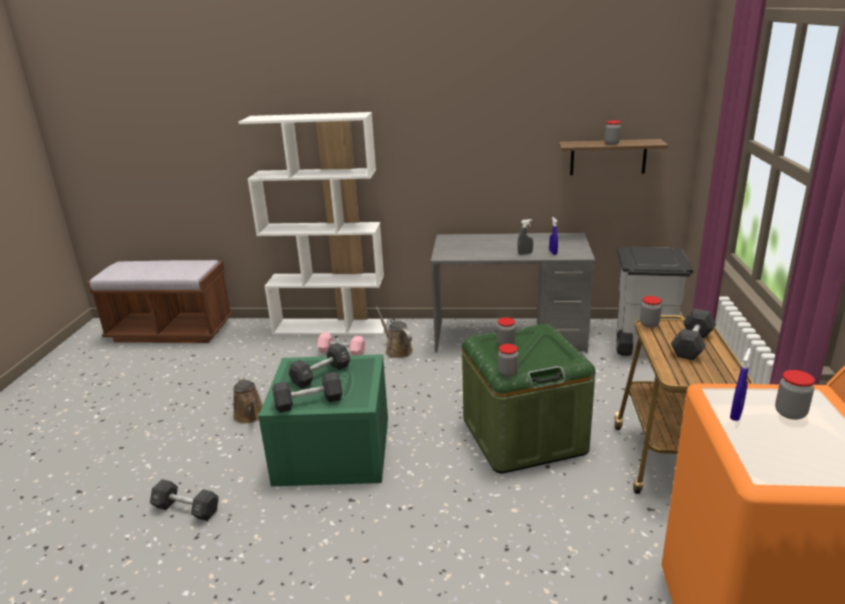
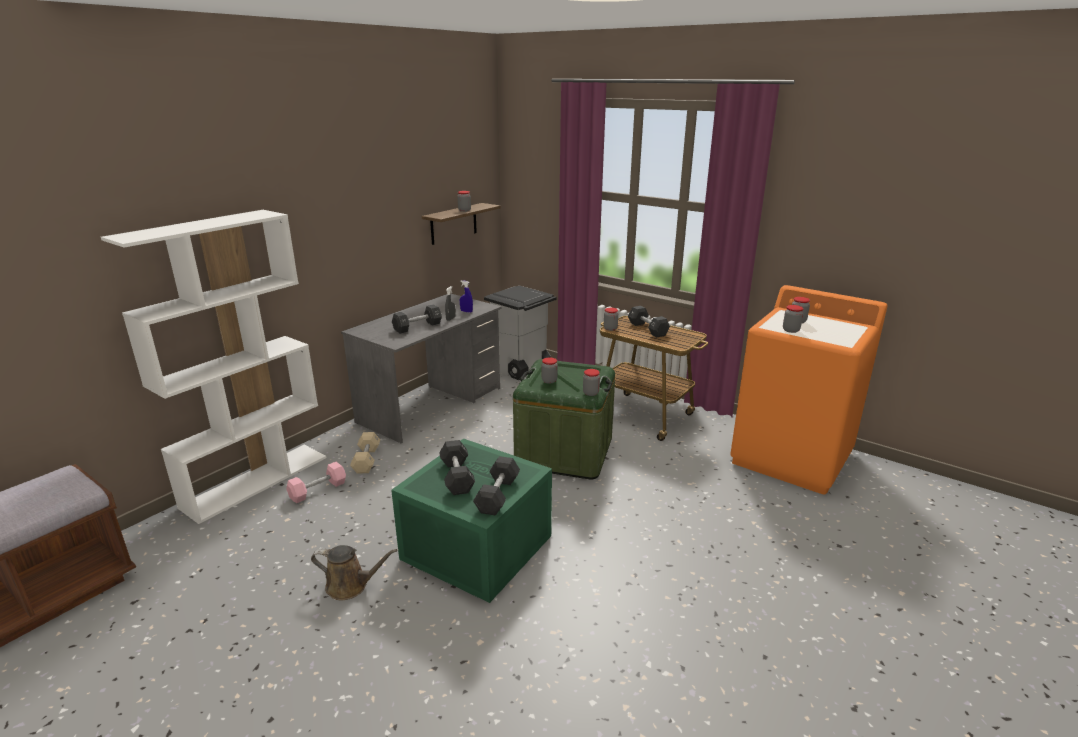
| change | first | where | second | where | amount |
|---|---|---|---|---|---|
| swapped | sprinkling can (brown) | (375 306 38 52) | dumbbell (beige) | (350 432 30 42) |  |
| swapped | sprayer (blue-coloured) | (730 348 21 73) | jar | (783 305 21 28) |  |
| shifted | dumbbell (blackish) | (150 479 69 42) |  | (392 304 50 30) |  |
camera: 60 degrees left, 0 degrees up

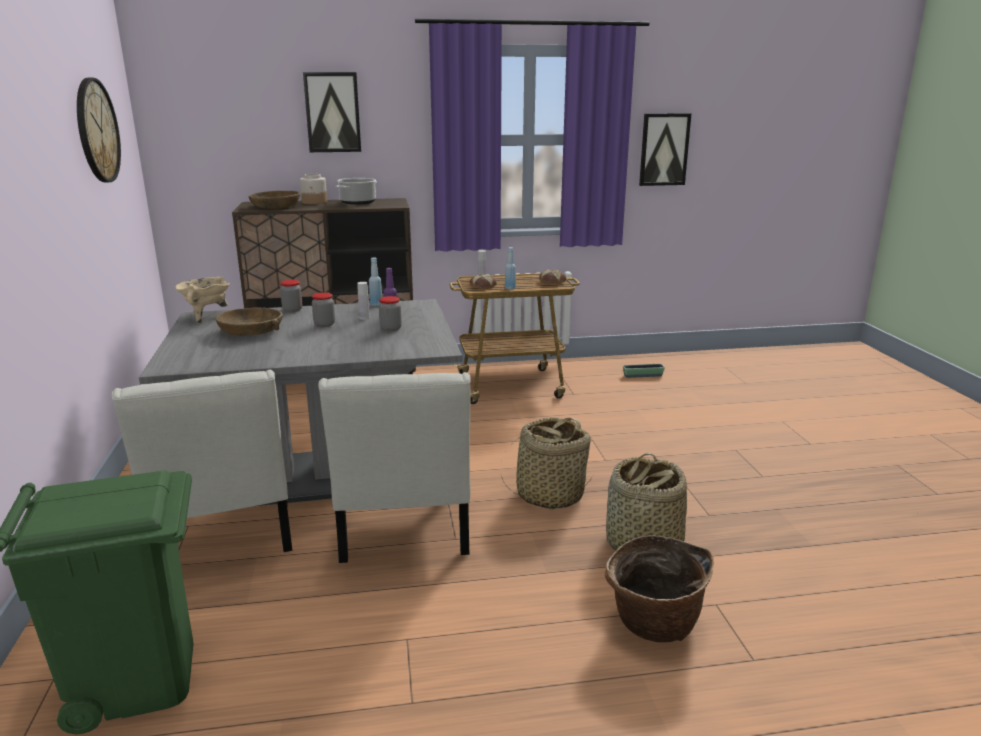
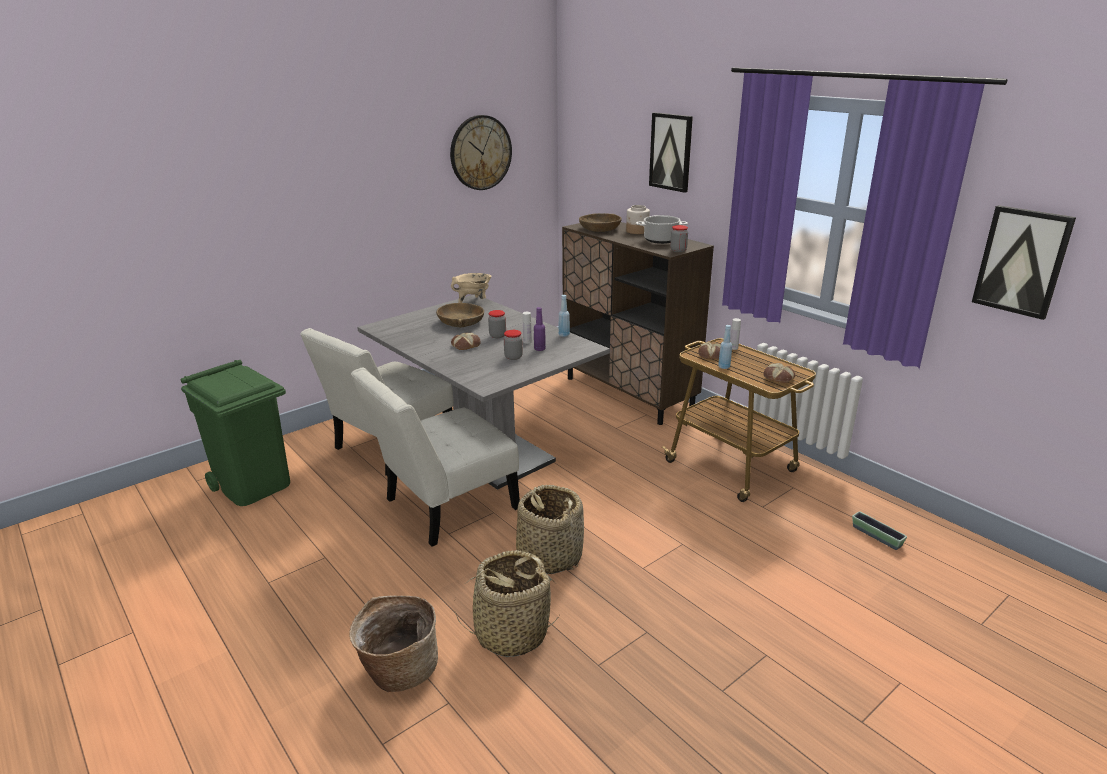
| change | first | where | second | where | amount |
|---|---|---|---|---|---|
| shifted | jar | (280 280 22 32) |  | (670 225 18 27) |  |
| new |  |  | bakery bread | (451 333 30 17) |  |
camera: 60 degrees right, 5 degrees up

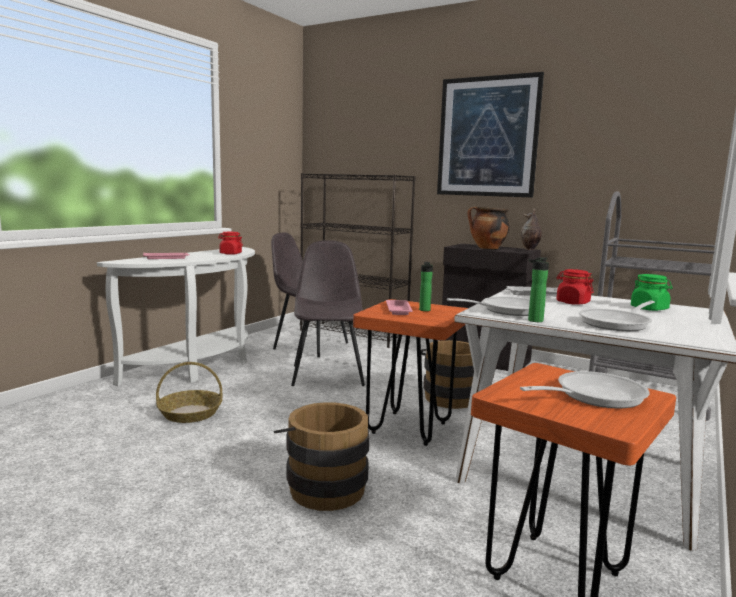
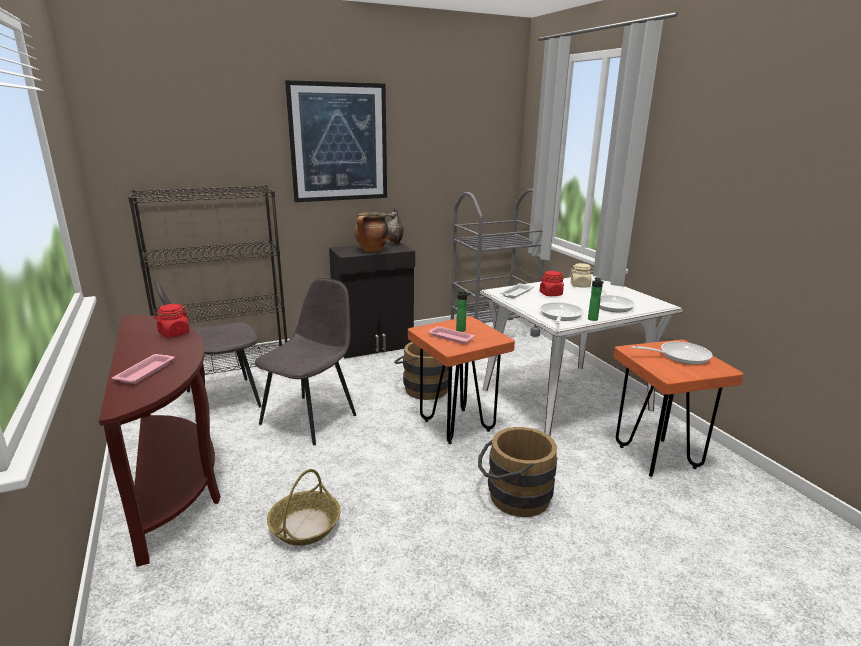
| change | first | where | second | where | amount |
|---|---|---|---|---|---|
| rotated | plain chair (gray) | (291 240 74 146) |  | (255 278 101 167) | 90 degrees clockwise |
| repainted | narrow table (white-coloured) | (97 247 158 139) | narrow table (brown) | (99 315 122 252) |  |
| repainted | jar (green) | (631 274 41 37) | jar (beige) | (569 263 26 24) |  |
| rotated | pan | (520 371 130 38) |  | (631 341 82 24) | 75 degrees clockwise |
camera: 55 degrees left, 10 degrees up

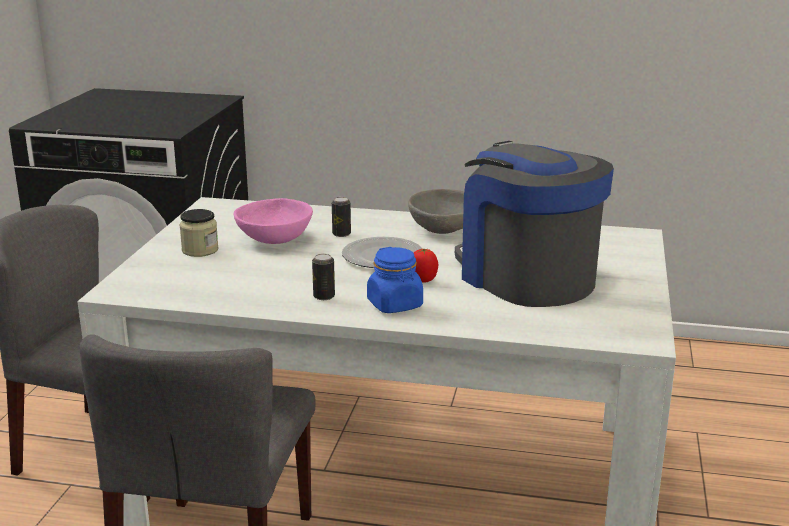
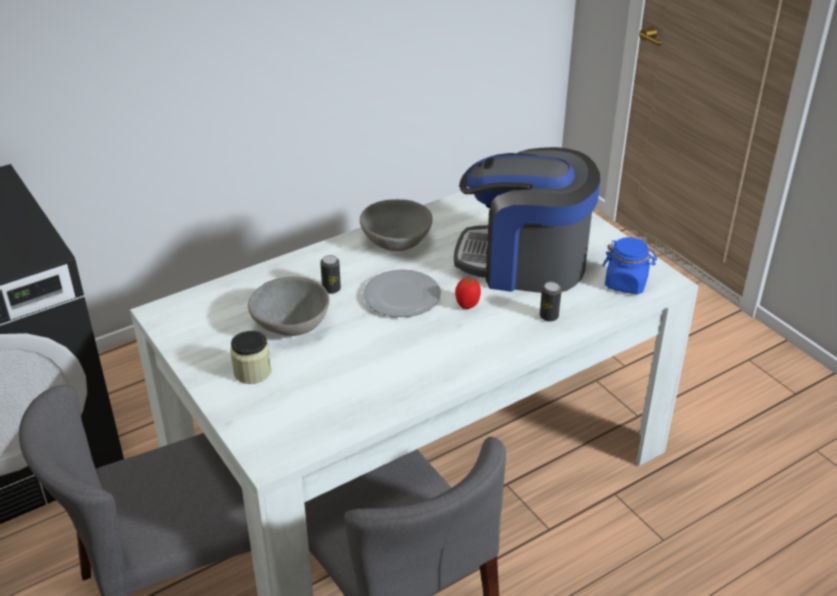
| change | first | where | second | where | amount |
|---|---|---|---|---|---|
| repainted | bowl (pink-coloured) | (234 198 79 46) | bowl (gray) | (248 276 82 60) |  |
| shifted | jar (blue-coloured) | (367 247 56 66) |  | (603 237 54 57) |  |
| shifted | can | (312 254 23 46) |  | (540 282 22 40) |  |
camera: 45 degrees left, 15 degrees up

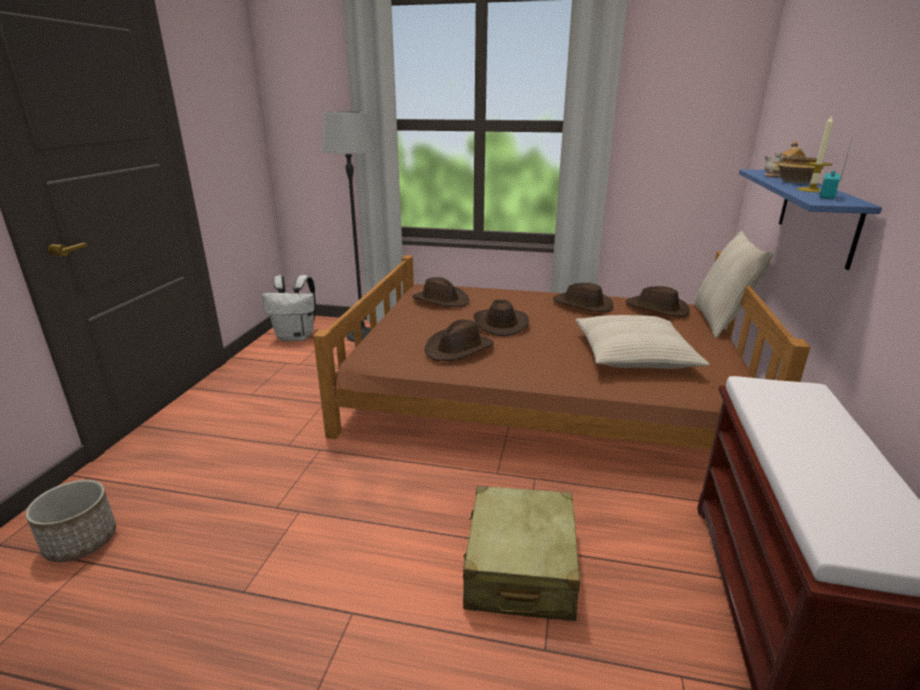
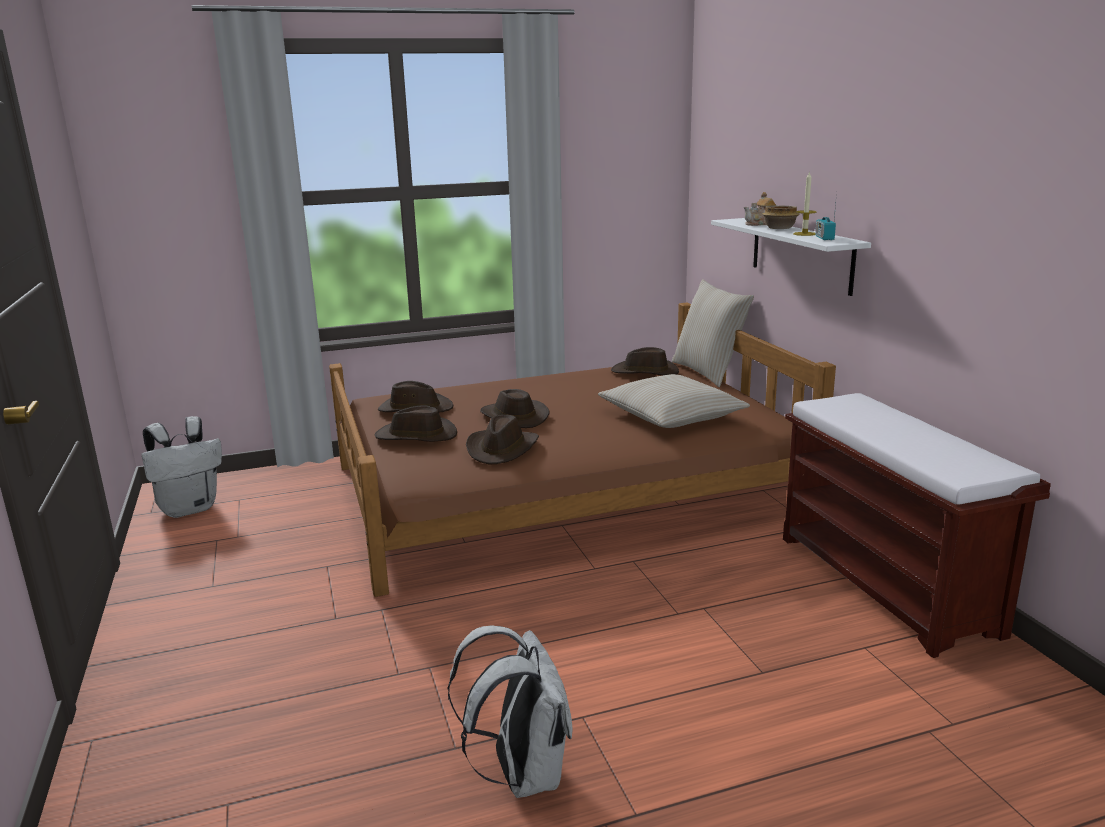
| change | first | where | second | where | amount |
|---|---|---|---|---|---|
| gone | standing lamp | (322 111 52 231) |  |  |  |
| repainted | bracket shelf (blue-coloured) | (739 169 143 101) | bracket shelf (white-coloured) | (711 218 160 78) |  |
| shifted | hat (brown) | (553 283 61 29) |  | (375 405 82 37) |  |
| gone | flower pot | (25 480 91 82) |  |  |  |
| gone | suitcase (beige) | (463 486 118 135) |  |  |  |
| new |  |  | rucksack (white-coloured) | (448 625 124 173) |  |
camera: 30 degrees left, 5 degrees down

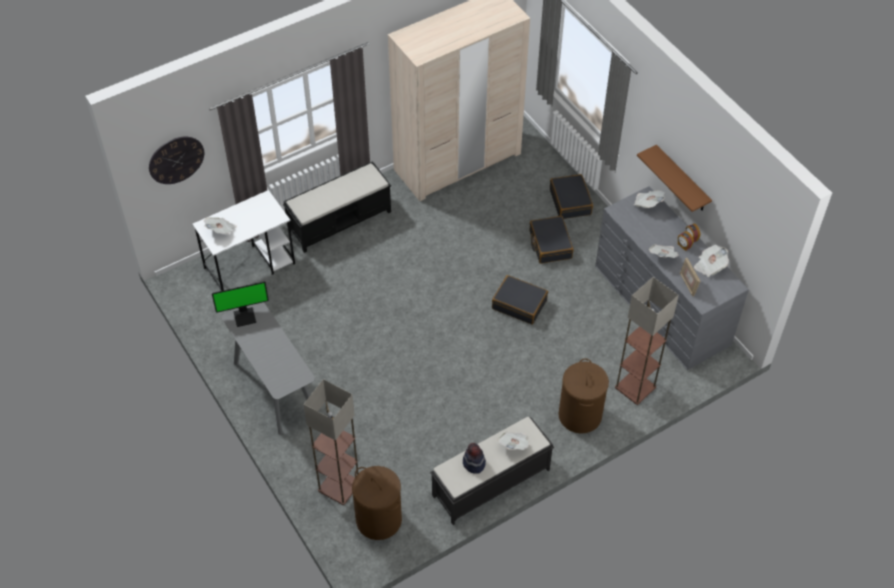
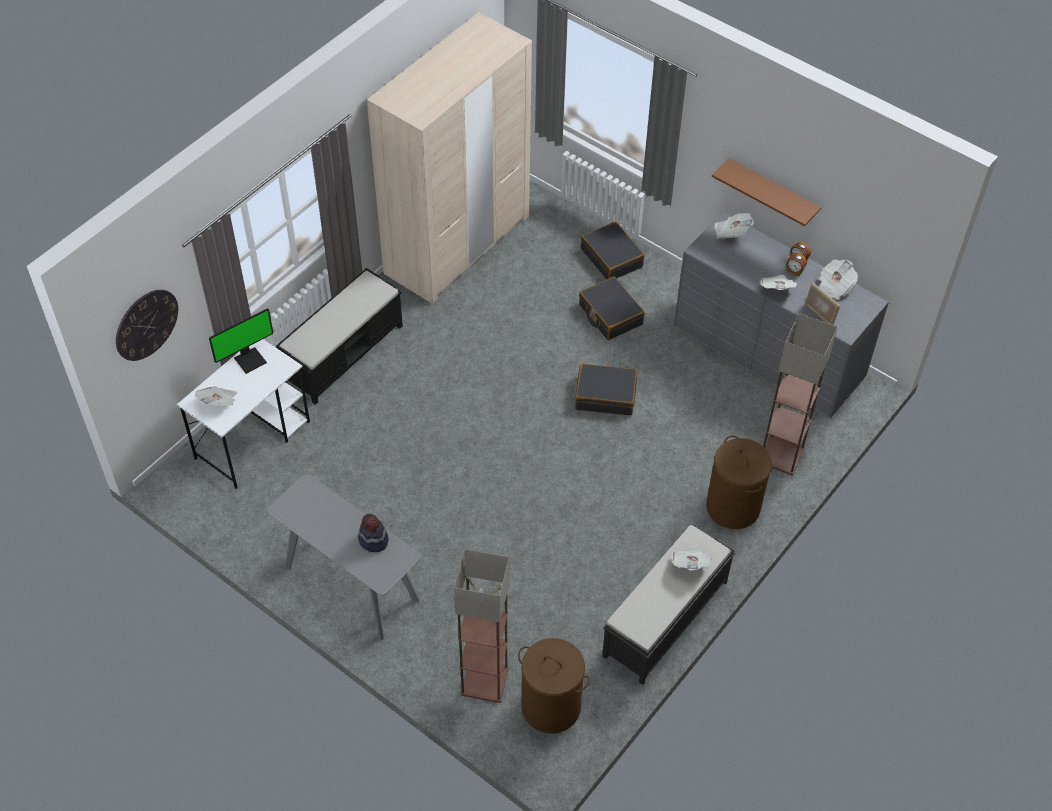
| change | first | where | second | where | amount |
|---|---|---|---|---|---|
| shifted | monitor | (212 282 57 45) |  | (209 309 64 65) |  |
| shifted | hat | (463 443 23 31) |  | (358 514 30 38) |  |
camera: 20 degrees left, 0 degrees up

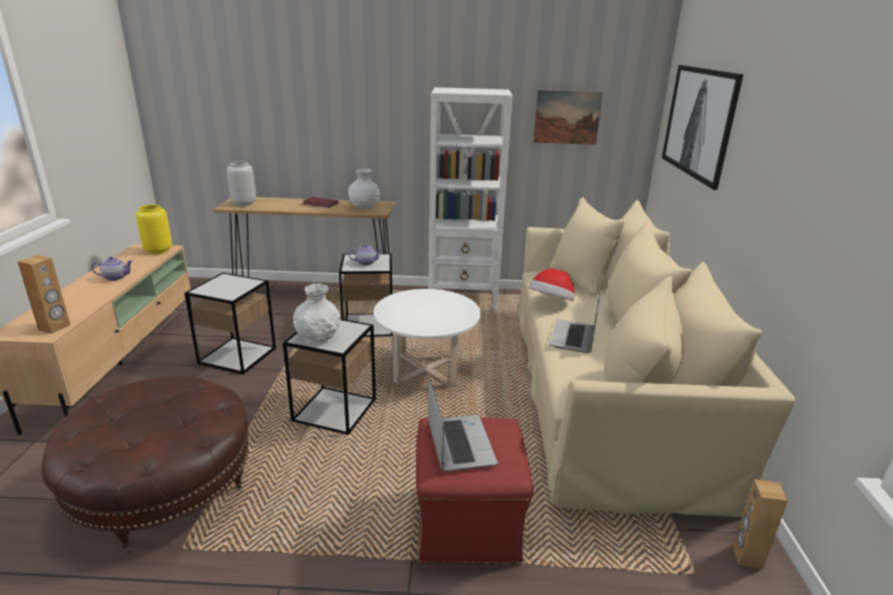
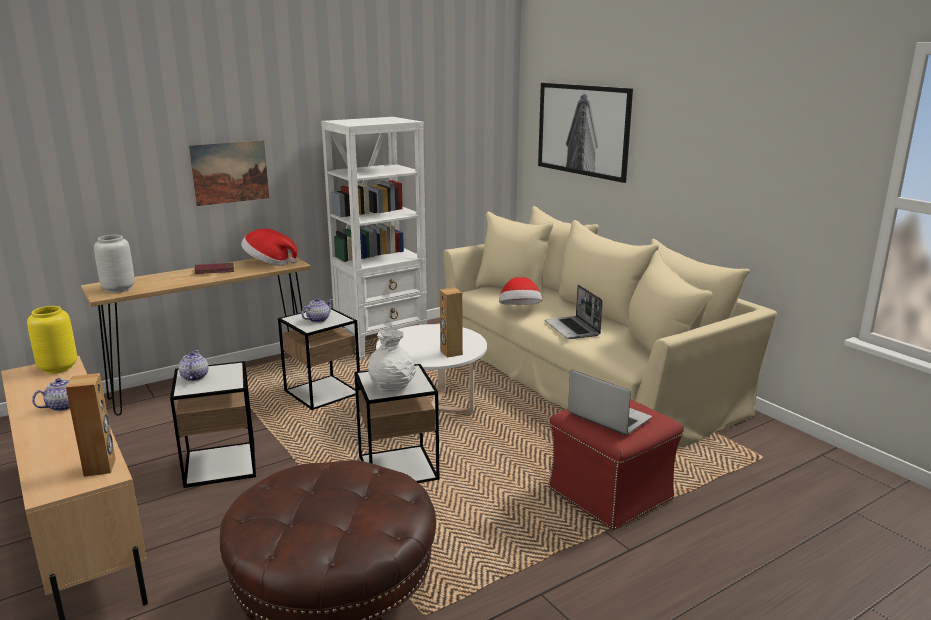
| change | first | where | second | where | amount |
|---|---|---|---|---|---|
| shifted | wall art | (533 90 70 55) |  | (189 140 80 66) |  |
| swapped | flower vase (white-coloured) | (348 169 31 40) | hat | (241 229 56 37) |  |
| shifted | speaker (brown) | (733 479 55 91) |  | (440 287 23 71) |  |
| new |  |  | pot for tea | (178 350 30 31) |  |
camera: 35 degrees left, 5 degrees down

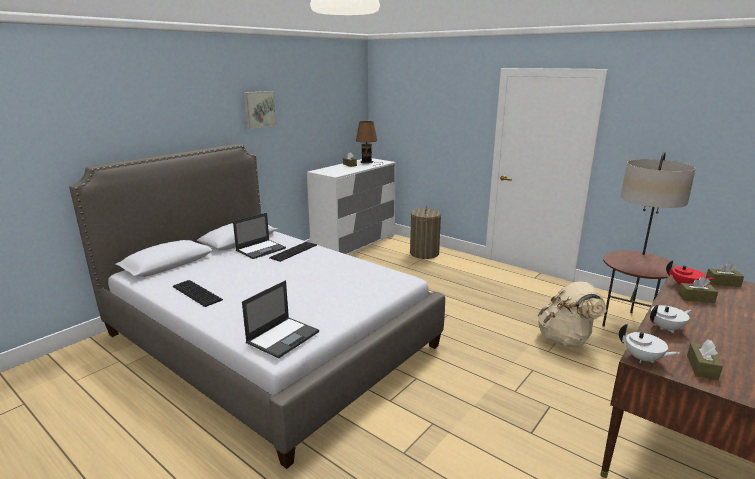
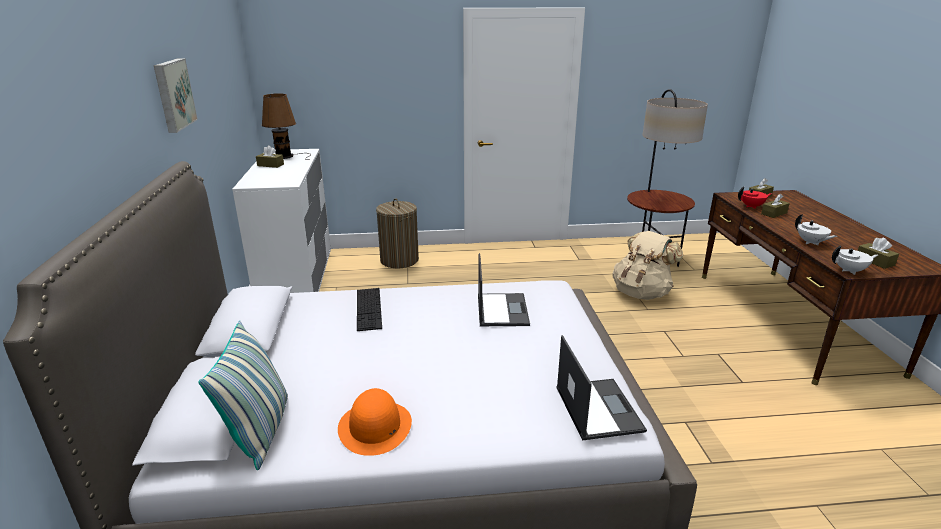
| change | first | where | second | where | amount |
|---|---|---|---|---|---|
| shifted | portable computer | (233 213 53 46) |  | (478 253 52 73) |  |
| swapped | PC keyboard | (173 280 50 27) | hat (orangey) | (338 388 74 68) |  |
| rotated | pot for tea (white-coloured) | (650 305 41 28) |  | (795 214 42 31) | 120 degrees clockwise |
| new |  |  | pillow | (198 320 90 150) |  |
camera: 45 degrees left, 5 degrees up

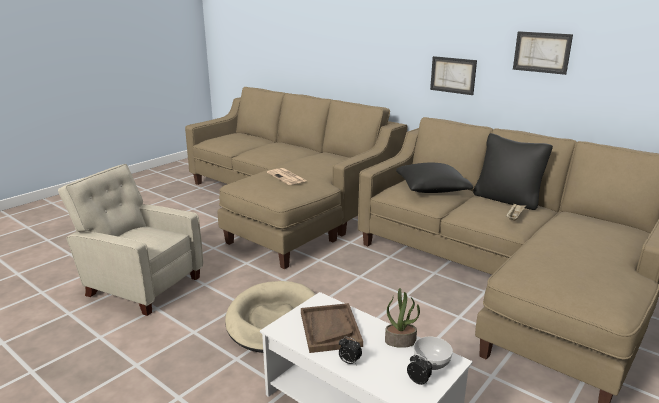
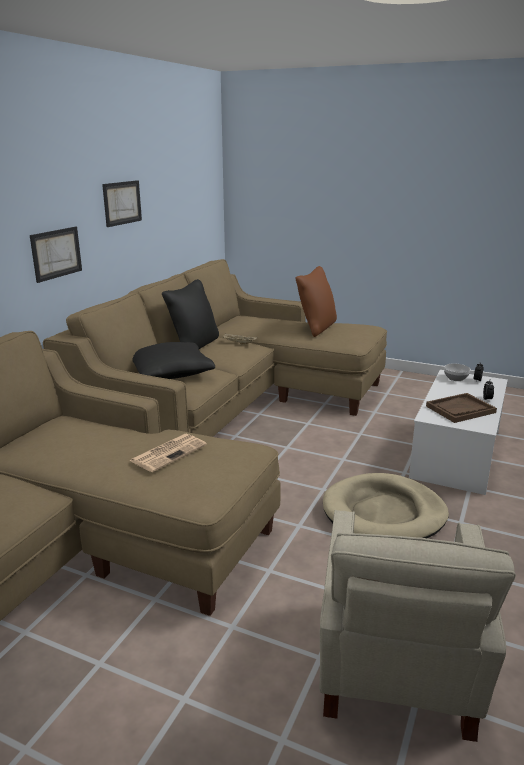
| change | first | where | second | where | amount |
|---|---|---|---|---|---|
| gone | potted plant | (385 288 35 60) |  |  |  |
| new |  |  | pillow (brown) | (295 266 42 71) |  |
camera: 105 degrees left, 0 degrees up

